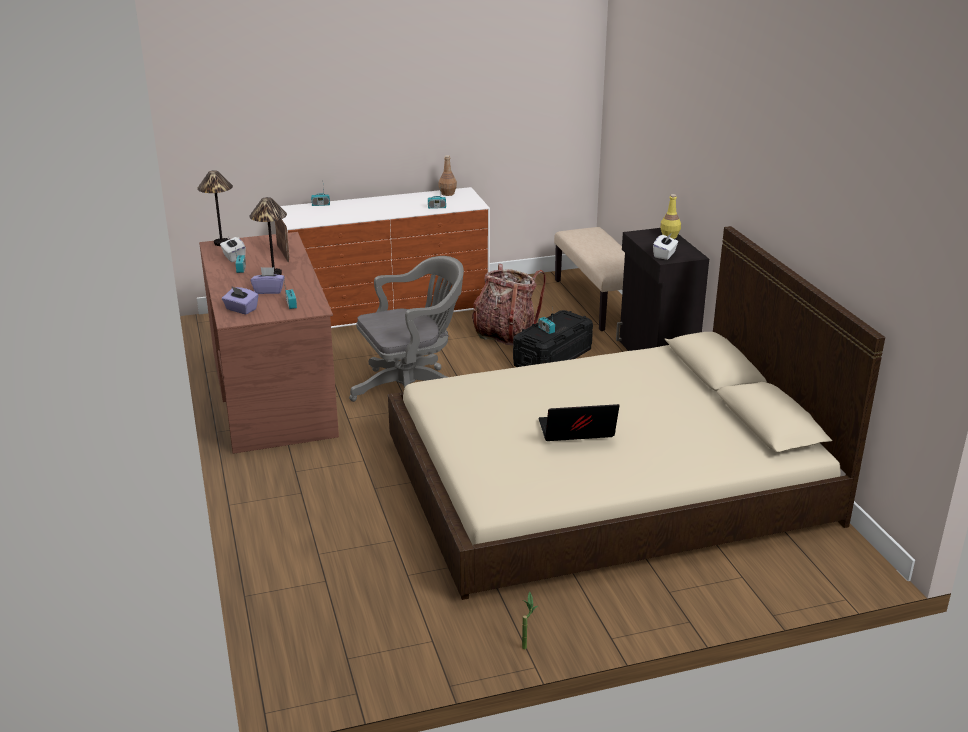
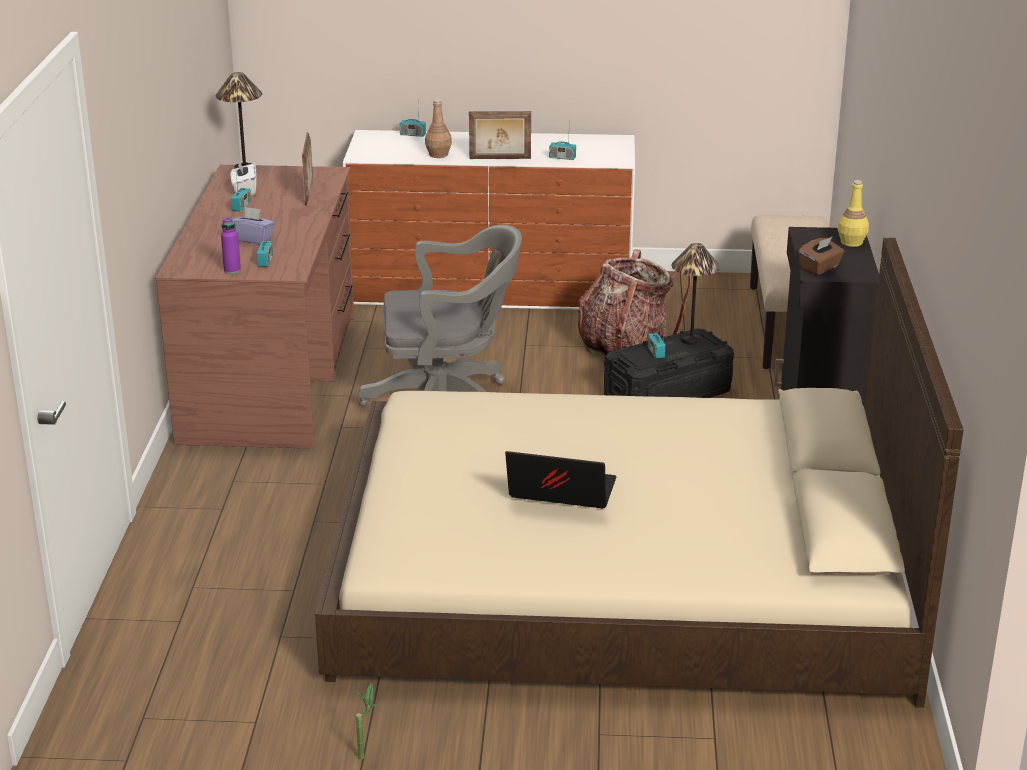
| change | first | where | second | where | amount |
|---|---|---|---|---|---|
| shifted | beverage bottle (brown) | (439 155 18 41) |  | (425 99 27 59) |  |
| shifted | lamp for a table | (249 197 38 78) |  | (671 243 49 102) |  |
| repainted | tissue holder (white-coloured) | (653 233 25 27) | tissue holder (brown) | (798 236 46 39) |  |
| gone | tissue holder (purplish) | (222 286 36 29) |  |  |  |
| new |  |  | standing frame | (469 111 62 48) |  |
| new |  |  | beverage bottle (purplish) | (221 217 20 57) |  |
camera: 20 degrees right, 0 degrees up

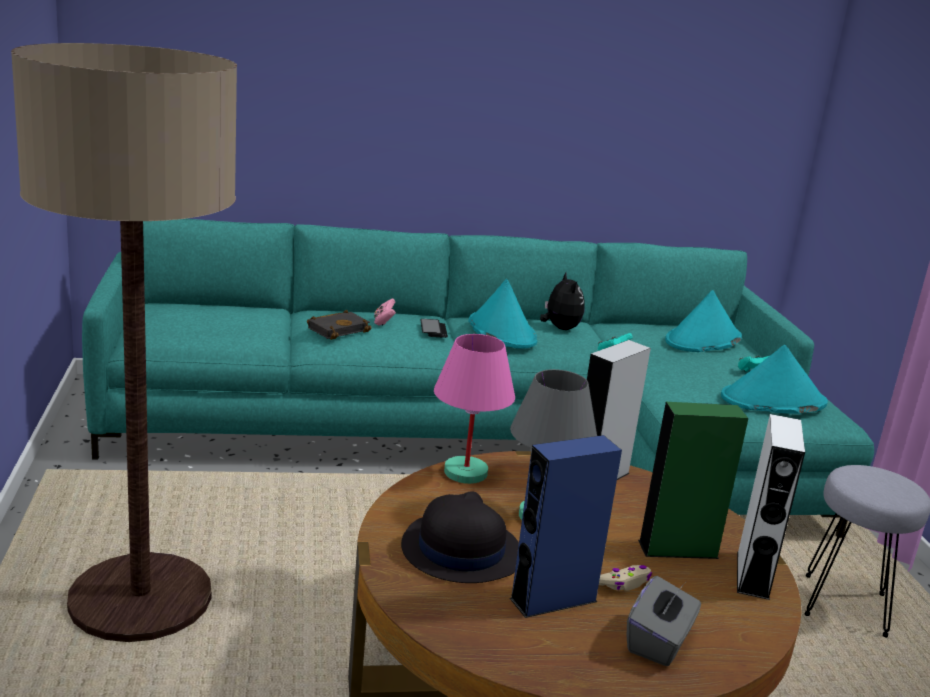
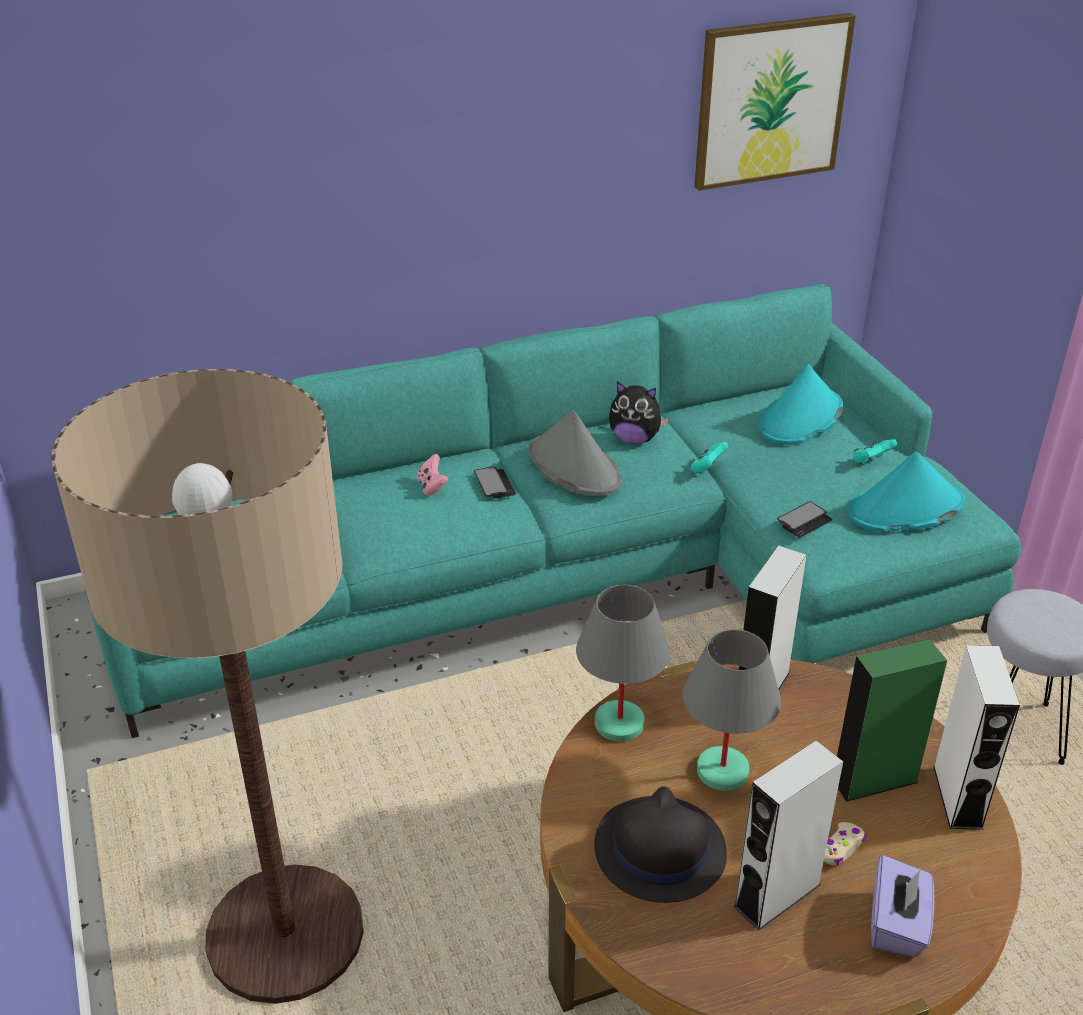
| change | first | where | second | where | amount |
|---|---|---|---|---|---|
| rotated | soft toy | (540 272 45 58) |  | (609 381 60 63) | 135 degrees clockwise |
| repainted | hat (blue-green) | (468 279 70 70) | hat (gray) | (528 410 94 86) |  |
| gone | book (blackish) | (307 310 64 30) |  |  |  |
| repainted | lamp for a table (pink-coloured) | (434 334 81 150) | lamp for a table (gray) | (576 585 94 157) |  |
| repainted | speaker (blue-coloured) | (510 435 112 183) | speaker (gray) | (733 740 110 191) |  |
| repainted | tissue holder (gray) | (626 576 75 90) | tissue holder (purplish) | (871 855 63 102) |  |
| new |  |  | wall art | (694 13 162 178) |  |
| new |  |  | telephone | (777 502 55 36) |  |
camera: 10 degrees left, 15 degrees up

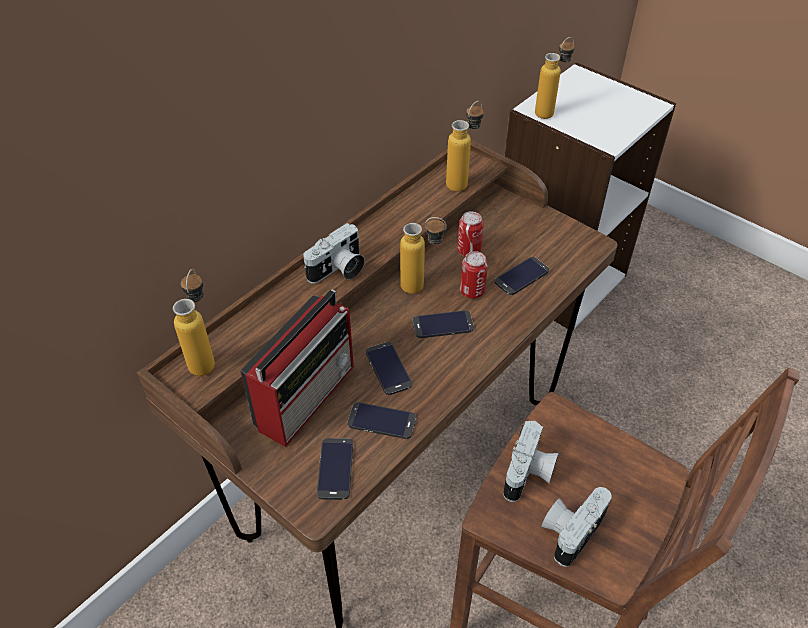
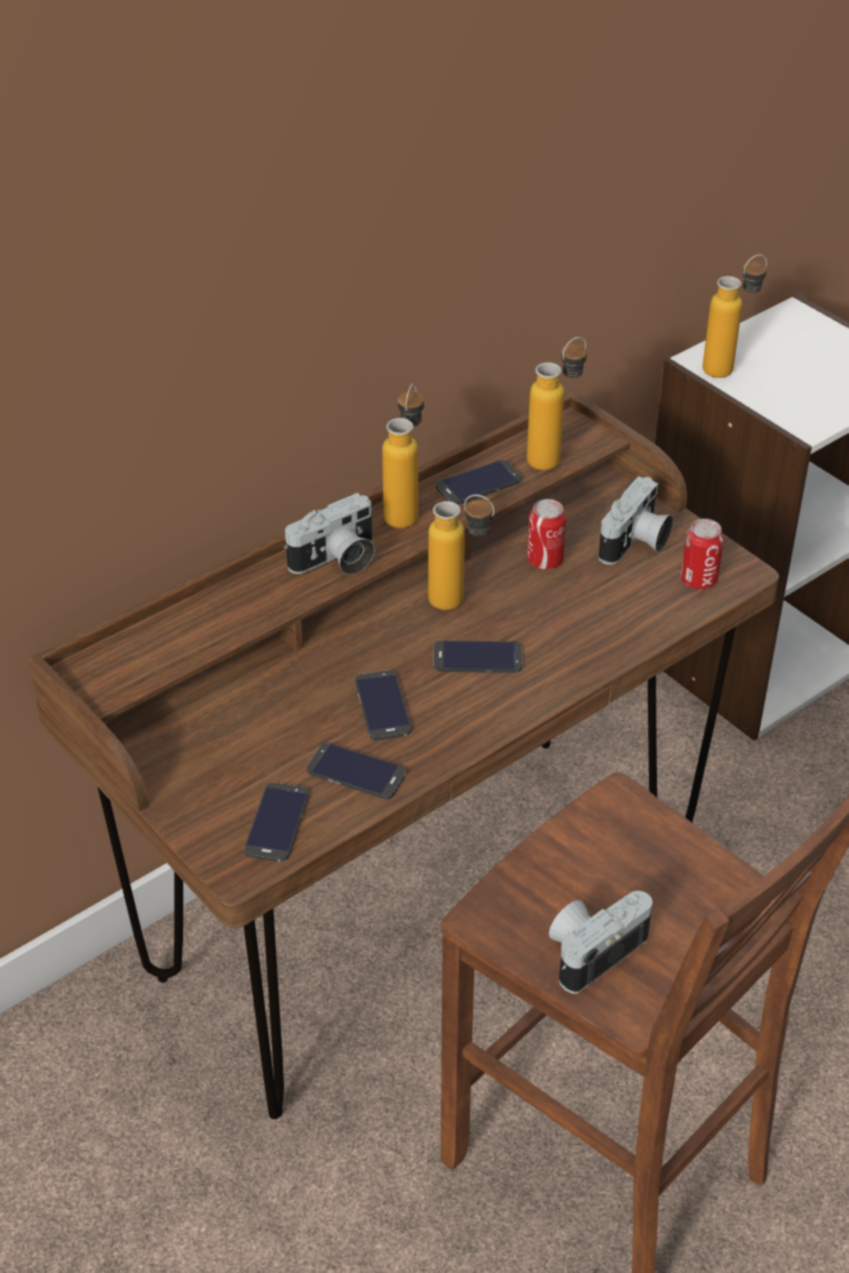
| change | first | where | second | where | amount |
|---|---|---|---|---|---|
| shifted | can | (460 251 28 48) |  | (681 519 43 71) |  |
| shifted | telephone | (495 257 54 38) |  | (436 460 85 45) |  |
| shifted | beverage bottle | (173 269 42 107) |  | (382 383 42 145) |  |
| gone | radio | (240 289 114 158) |  |  |  |
| shifted | photo camera | (503 420 56 82) |  | (598 476 76 89) |  |
camera: 10 degrees right, 5 degrees down

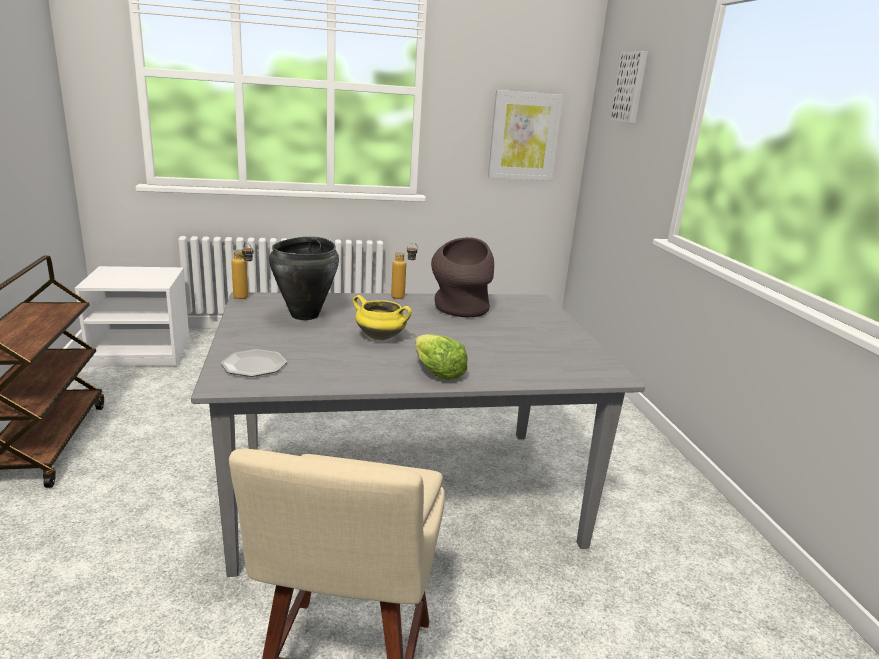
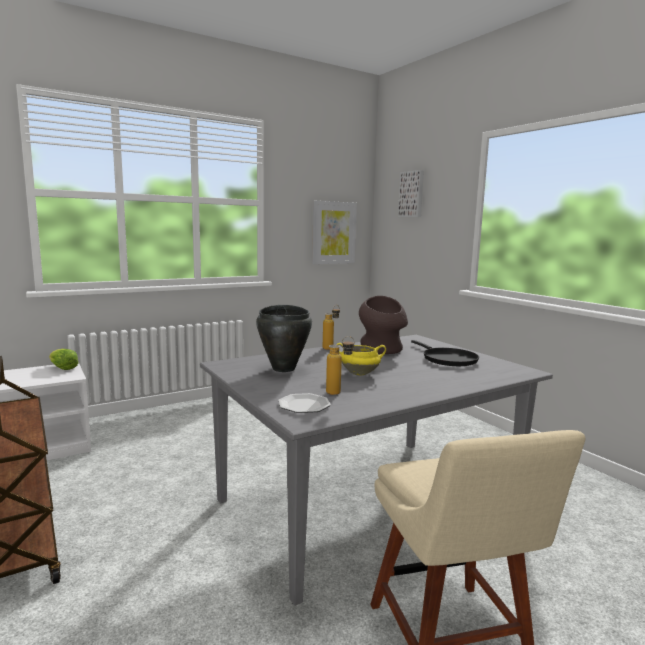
| change | first | where | second | where | amount |
|---|---|---|---|---|---|
| shifted | beverage bottle | (231 243 22 56) |  | (326 336 29 59) |  |
| shifted | lettuce head | (415 334 53 46) |  | (49 349 30 21) |  |
| new |  |  | pan (blackish) | (411 340 68 26) |  |
camera: 20 degrees left, 10 degrees down

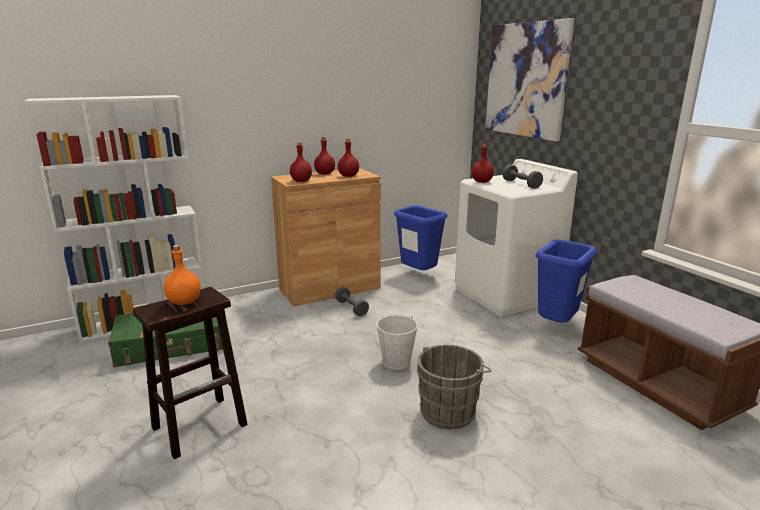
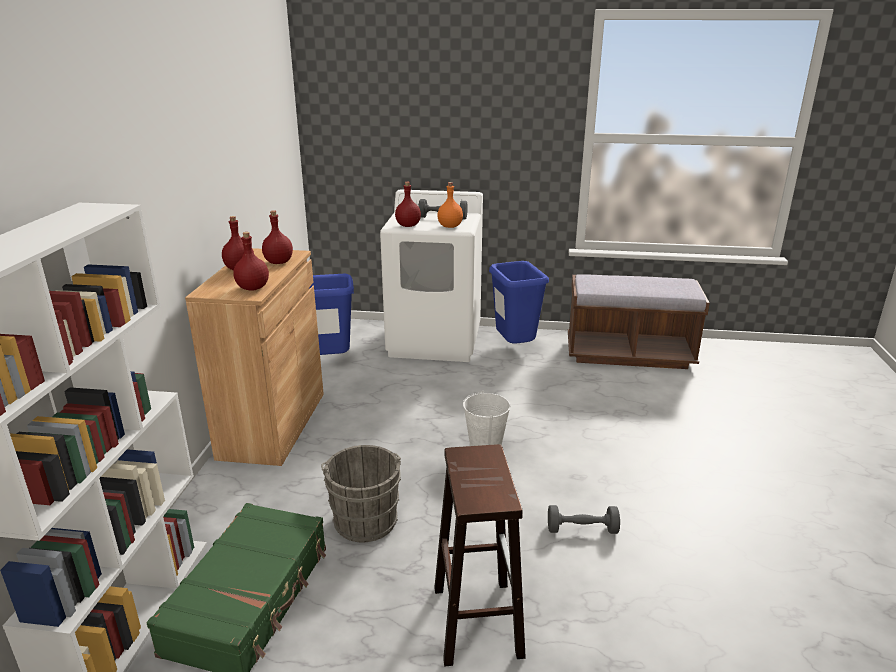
| change | first | where | second | where | amount |
|---|---|---|---|---|---|
| gone | wall art | (485 18 89 124) |  |  |  |
| shifted | beverage bottle (orangey) | (164 245 37 60) |  | (437 182 26 46) |  |
| shifted | dumbbell (gray) | (335 287 34 29) |  | (548 505 72 29) |  |
| shifted | pail (gray) | (417 345 75 85) |  | (321 445 80 97) |  |
camera: 55 degrees left, 5 degrees up

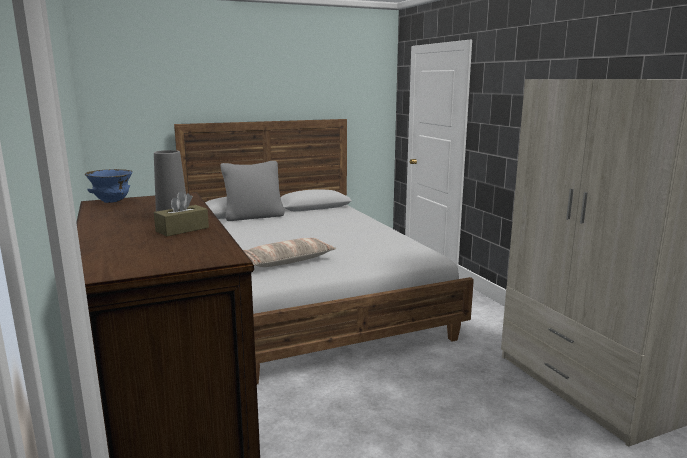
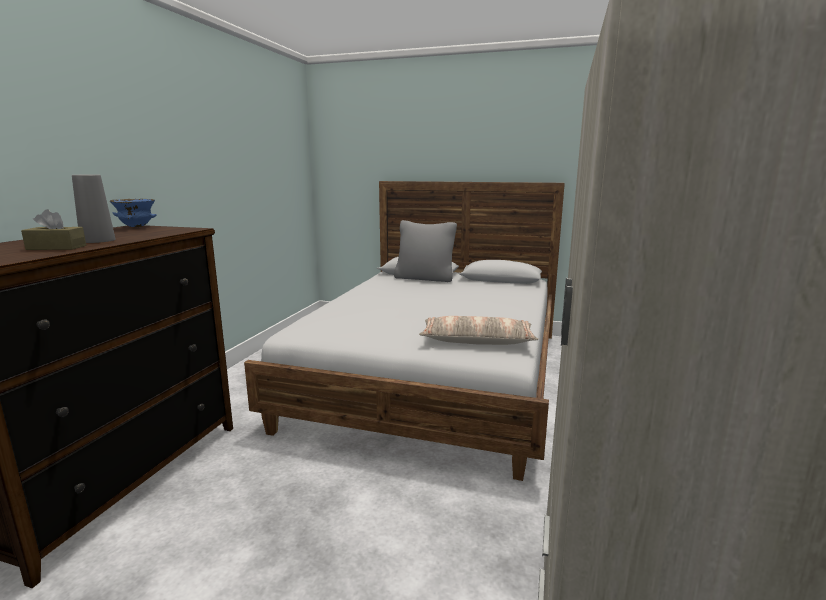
| change | first | where | second | where | amount |
|---|---|---|---|---|---|
| shifted | pillow | (243 238 93 29) |  | (419 316 119 29) |  |
camera: 40 degrees right, 0 degrees up

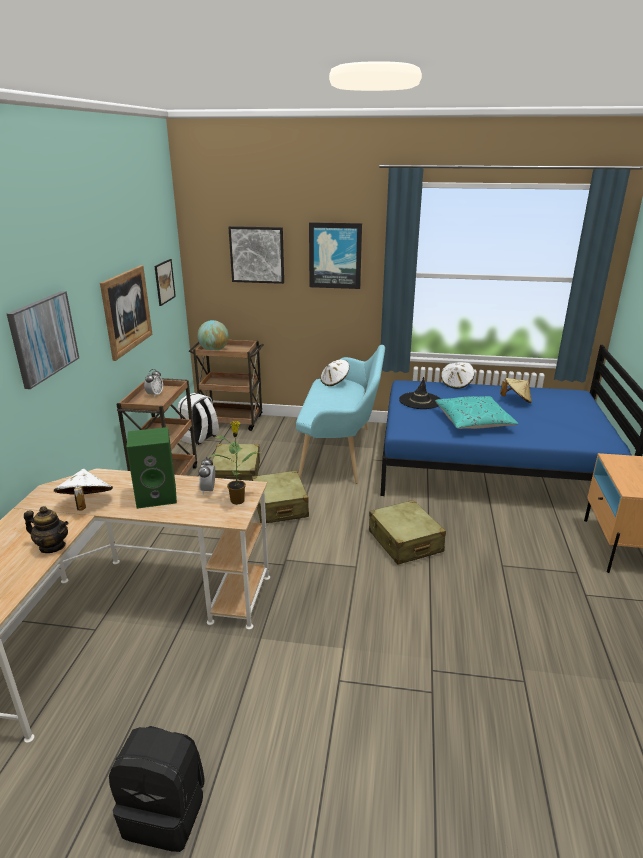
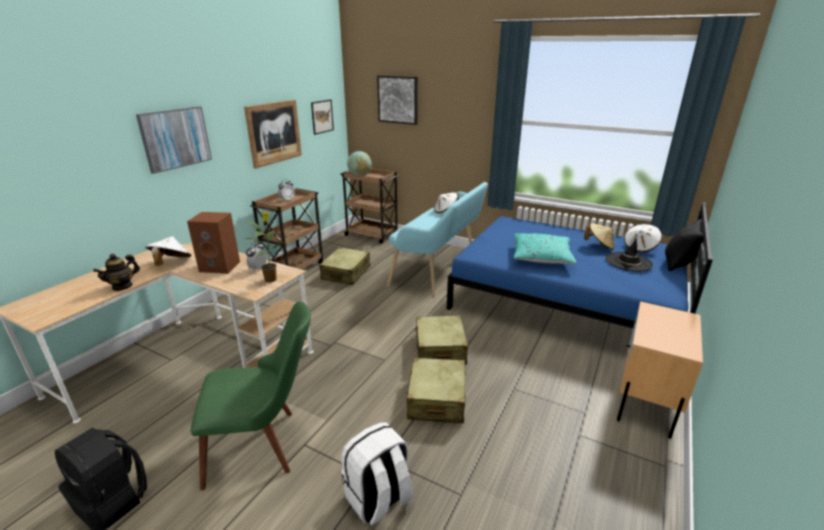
| change | first | where | second | where | amount |
|---|---|---|---|---|---|
| gone | wall art | (309 222 53 67) |  |  |  |
| shifted | hat (white-coloured) | (441 362 33 27) |  | (624 224 38 28) |  |
| shifted | hat (blackish) | (399 377 41 32) |  | (606 238 47 34) |  |
| shifted | rucksack (white-coloured) | (177 393 42 52) |  | (341 422 73 103) |  |
| repainted | speaker (green) | (126 427 51 82) | speaker (brown) | (187 212 53 62) |  |
| shifted | suitcase (beige) | (252 470 57 53) |  | (407 358 59 65) |  |
| rotated | pot for tea | (24 506 45 47) |  | (93 254 47 37) | 90 degrees clockwise |
| new |  |  | pillow (blackish) | (665 218 39 53) |  |
| new |  |  | plain chair (green) | (191 301 120 190) |  |
camera: 20 degrees right, 0 degrees up

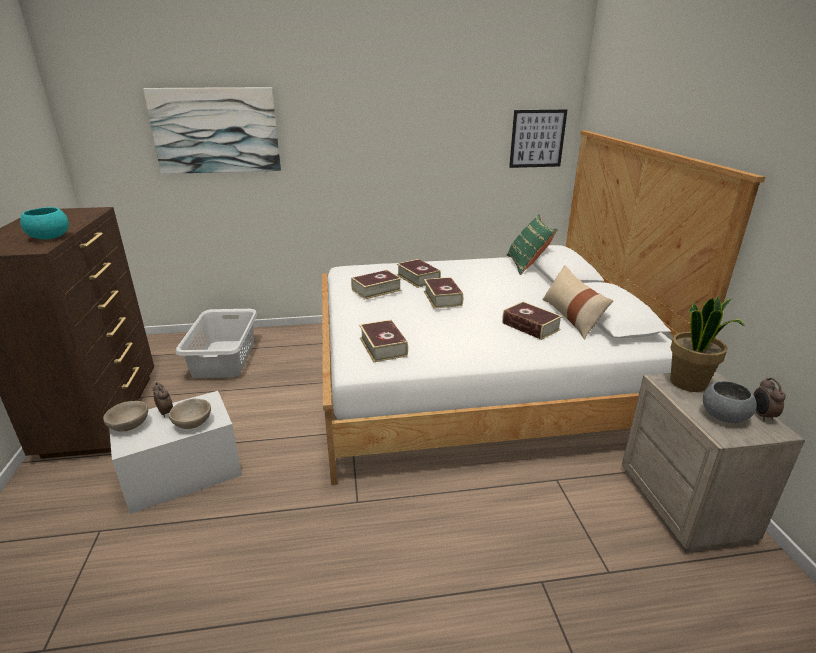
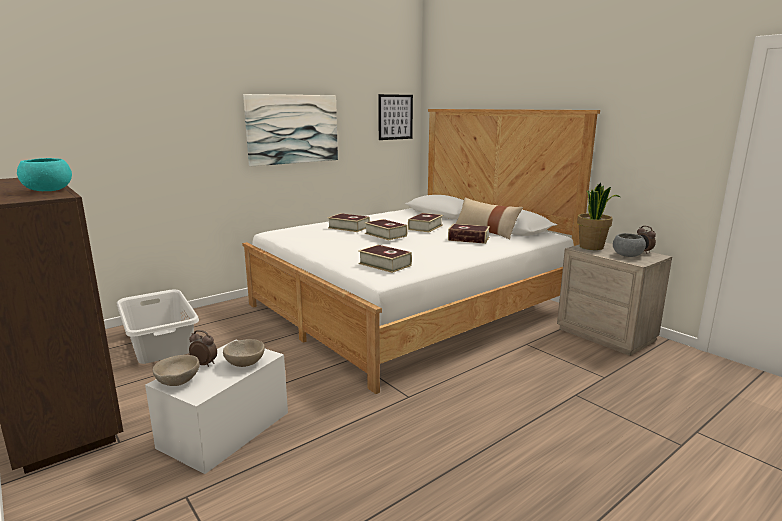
| change | first | where | second | where | amount |
|---|---|---|---|---|---|
| shifted | wall art | (143 87 138 87) |  | (243 94 95 72) |  |
| gone | pillow (green) | (507 214 51 61) |  |  |  |
| shifted | book | (351 270 51 29) |  | (408 213 35 19) |  |
camera: 30 degrees left, 10 degrees down

